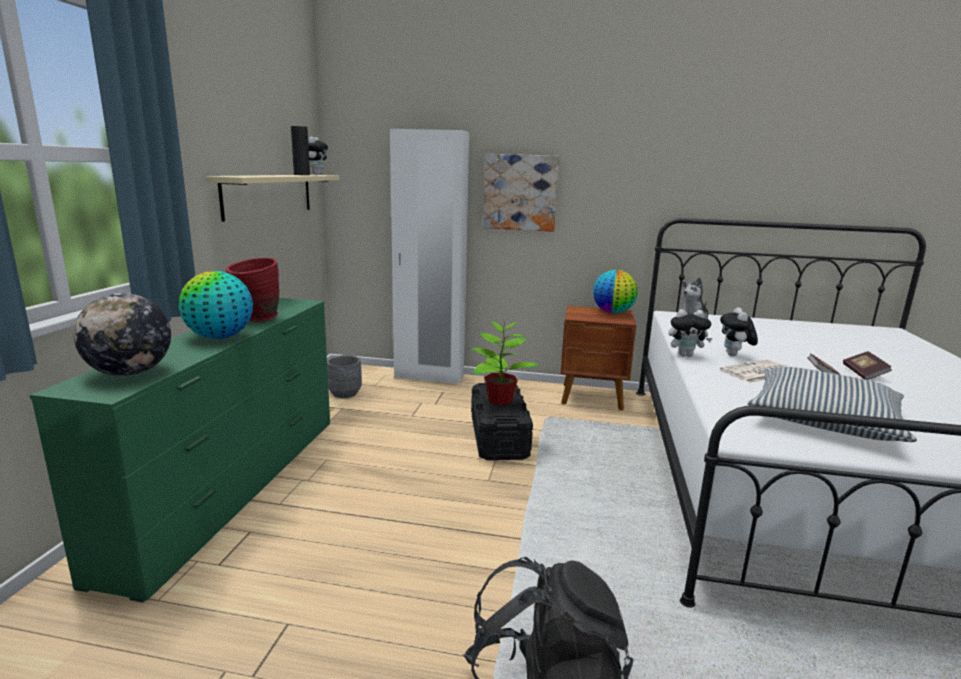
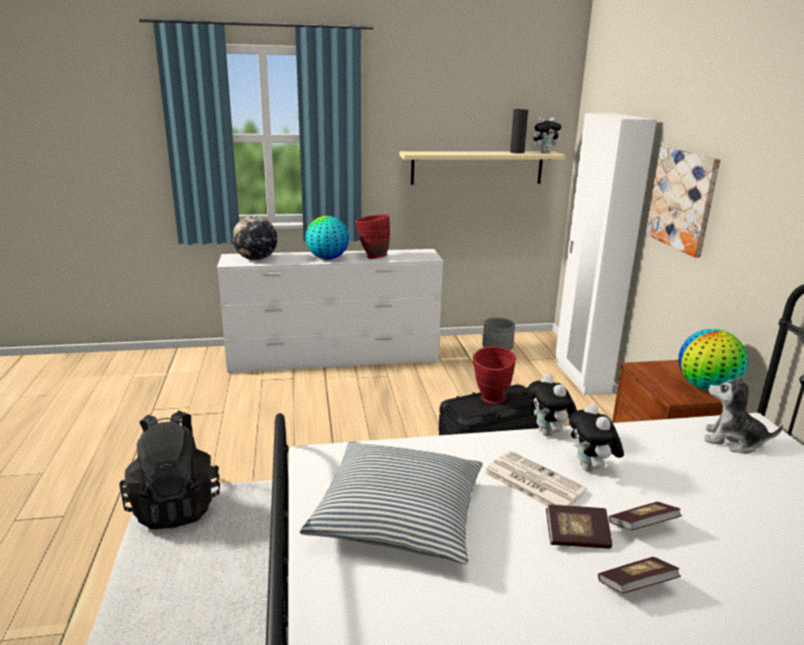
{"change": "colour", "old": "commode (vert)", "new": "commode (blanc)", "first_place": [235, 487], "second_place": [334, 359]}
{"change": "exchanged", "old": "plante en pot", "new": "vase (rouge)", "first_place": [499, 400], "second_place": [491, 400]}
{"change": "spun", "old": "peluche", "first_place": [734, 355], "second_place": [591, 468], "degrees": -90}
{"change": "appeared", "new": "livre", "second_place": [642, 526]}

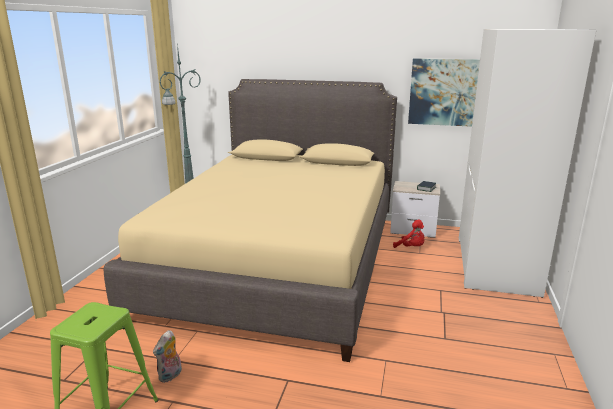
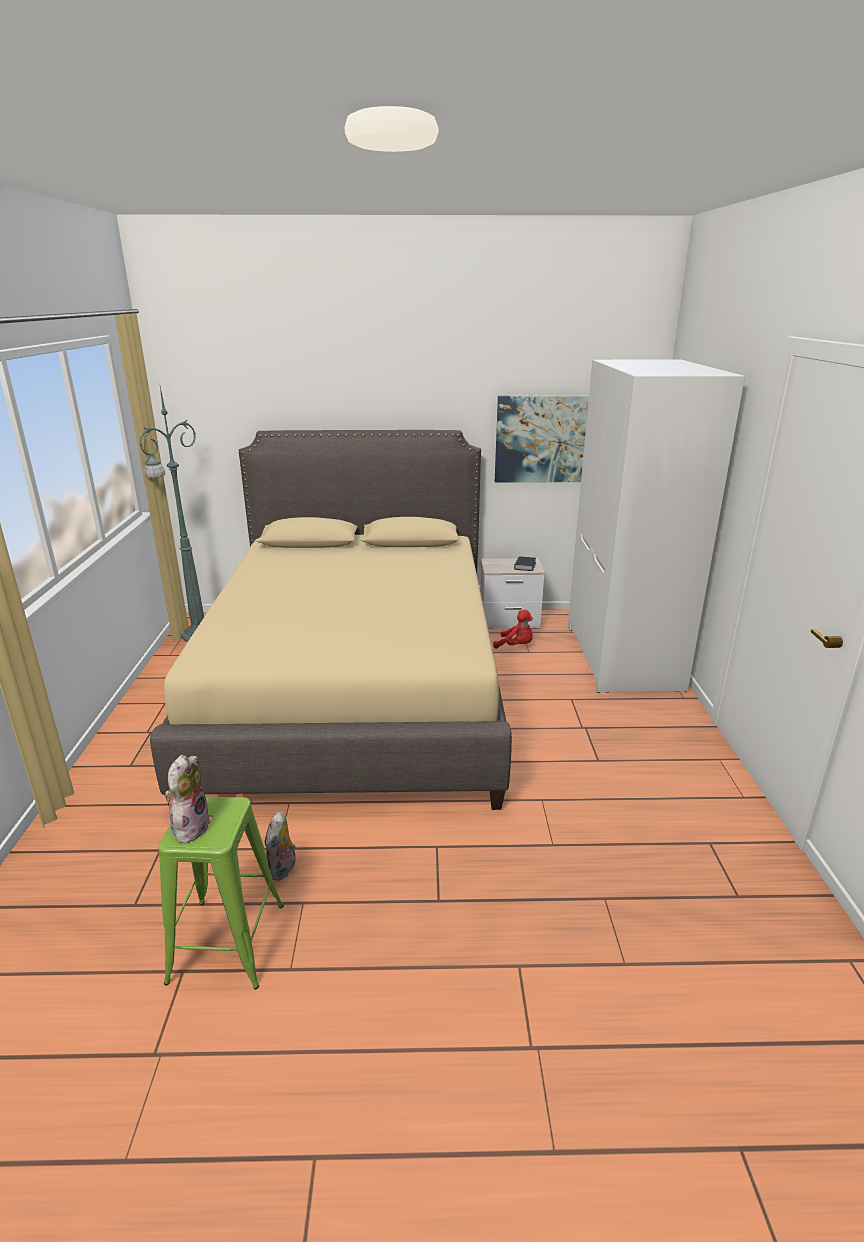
{"change": "appeared", "new": "peluche", "second_place": [190, 826]}

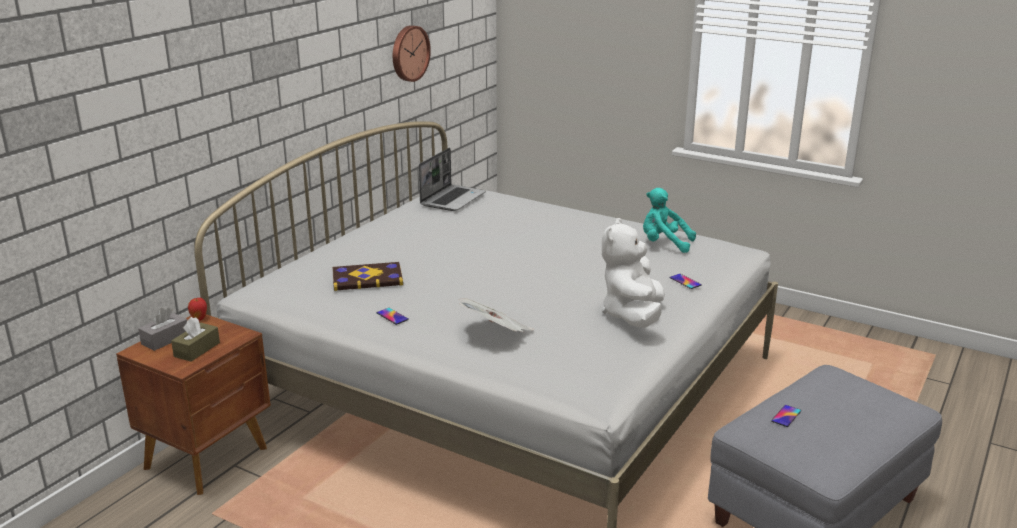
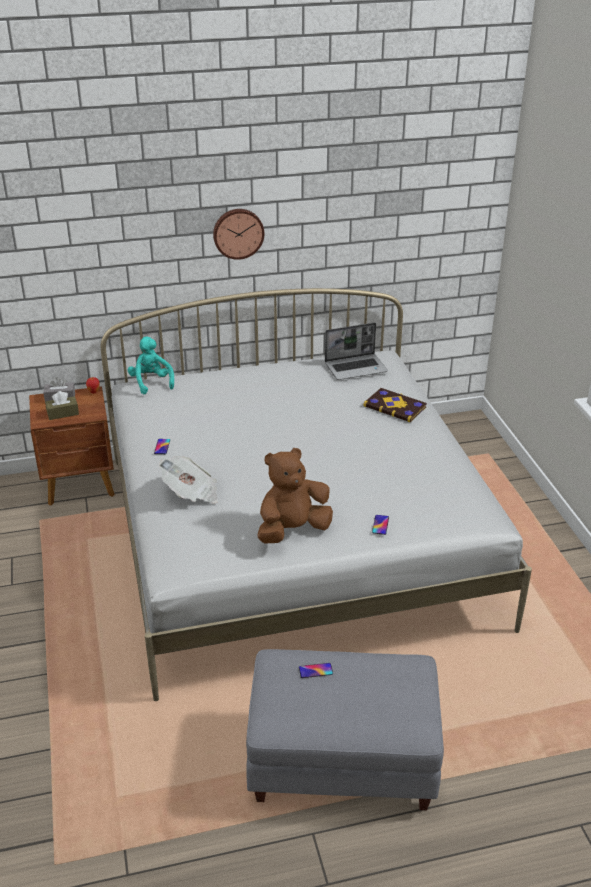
{"change": "relocated", "old": "peluche (turquoise)", "first_place": [664, 244], "second_place": [151, 382]}
{"change": "relocated", "old": "horloge murale", "first_place": [409, 53], "second_place": [238, 233]}
{"change": "colour", "old": "peluche (blanc)", "new": "peluche (marron)", "first_place": [633, 316], "second_place": [292, 530]}
{"change": "relocated", "old": "livre", "first_place": [367, 278], "second_place": [395, 406]}

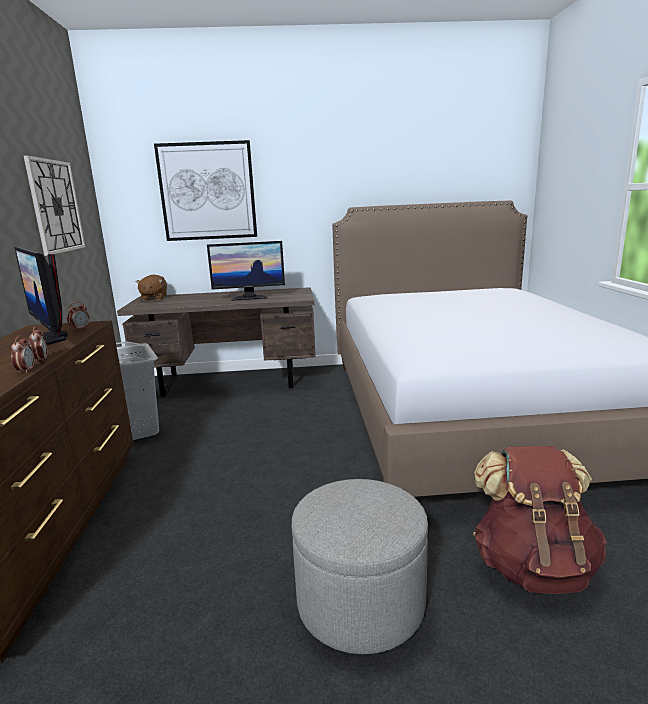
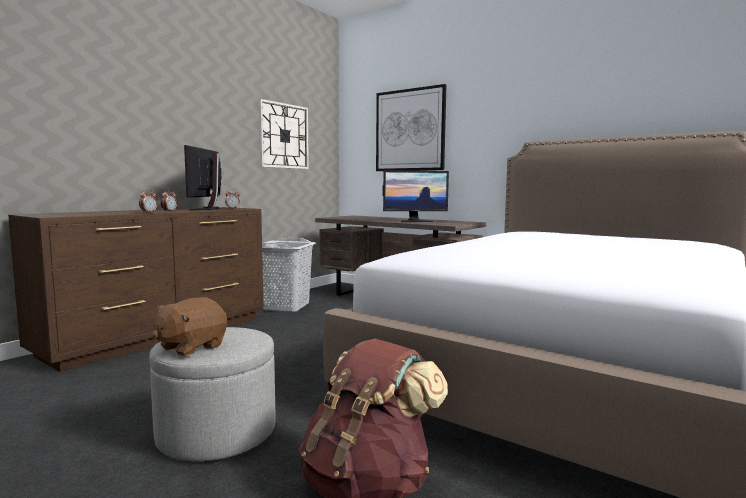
{"change": "relocated", "old": "peluche (marron)", "first_place": [154, 298], "second_place": [191, 347]}
{"change": "spun", "old": "écran d'ordinateur", "first_place": [249, 297], "second_place": [414, 221], "degrees": -45}

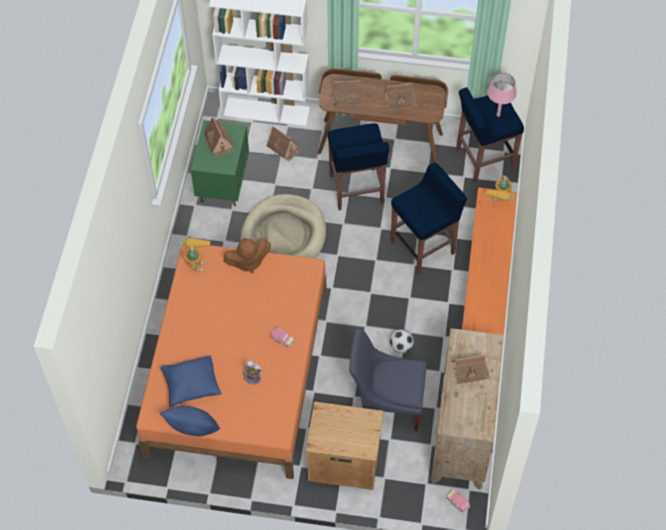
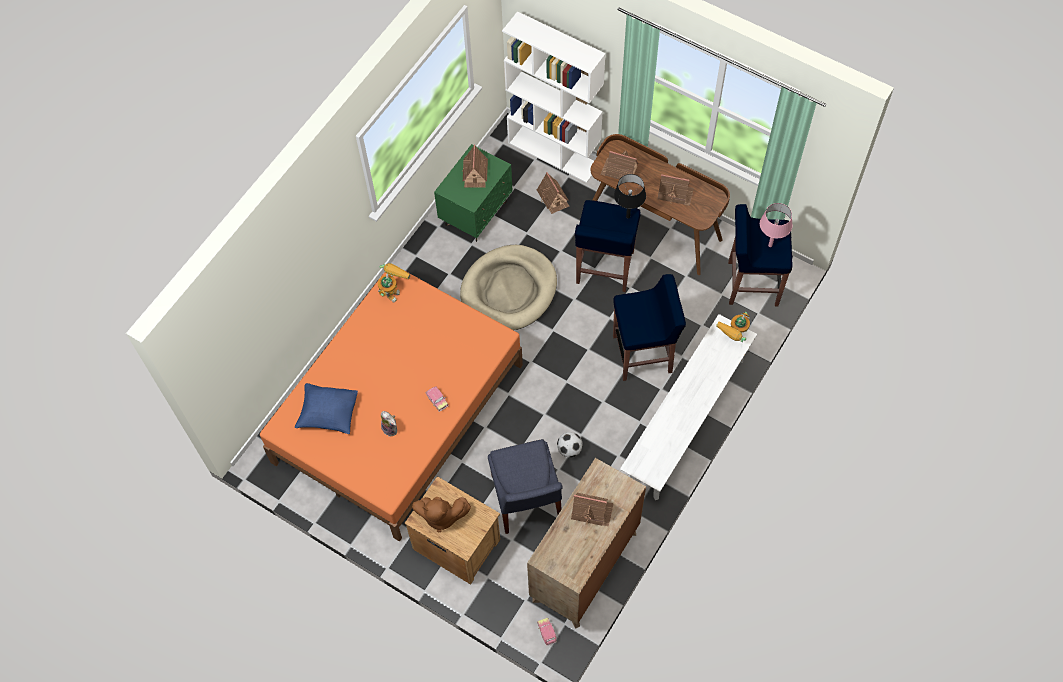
{"change": "relocated", "old": "peluche (marron)", "first_place": [248, 262], "second_place": [440, 516]}
{"change": "spun", "old": "chaise (bleu)", "first_place": [386, 402], "second_place": [526, 501], "degrees": -135}
{"change": "appeared", "new": "lampe de table (noir)", "second_place": [628, 216]}
{"change": "colour", "old": "banc (orange)", "new": "banc (blanc)", "first_place": [485, 287], "second_place": [686, 420]}
{"change": "missing", "old": "coussin (bleu)", "first_place": [193, 429]}

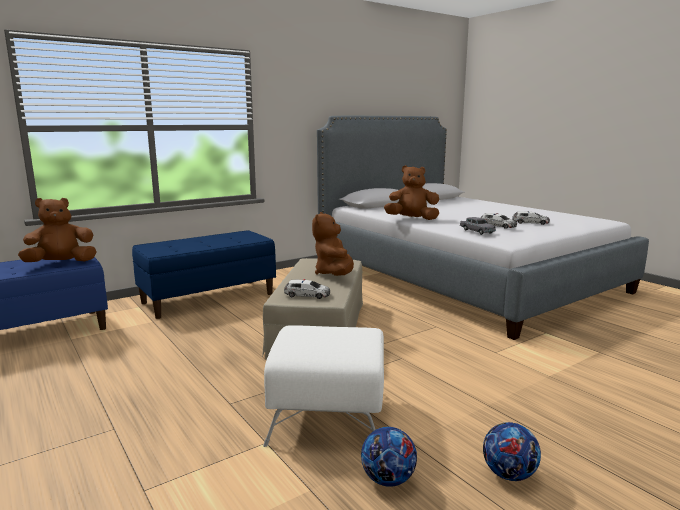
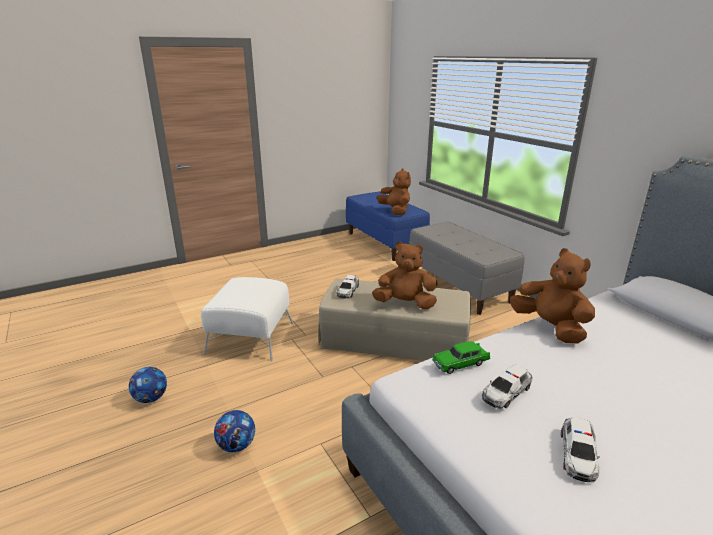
{"change": "relocated", "old": "ballon de foot", "first_place": [388, 479], "second_place": [236, 445]}
{"change": "colour", "old": "banc (bleu)", "new": "banc (gris)", "first_place": [208, 298], "second_place": [460, 287]}
{"change": "colour", "old": "petite voiture (gris)", "new": "petite voiture (vert)", "first_place": [477, 231], "second_place": [460, 364]}
{"change": "spun", "old": "peluche (marron)", "first_place": [412, 219], "second_place": [550, 328], "degrees": -45}

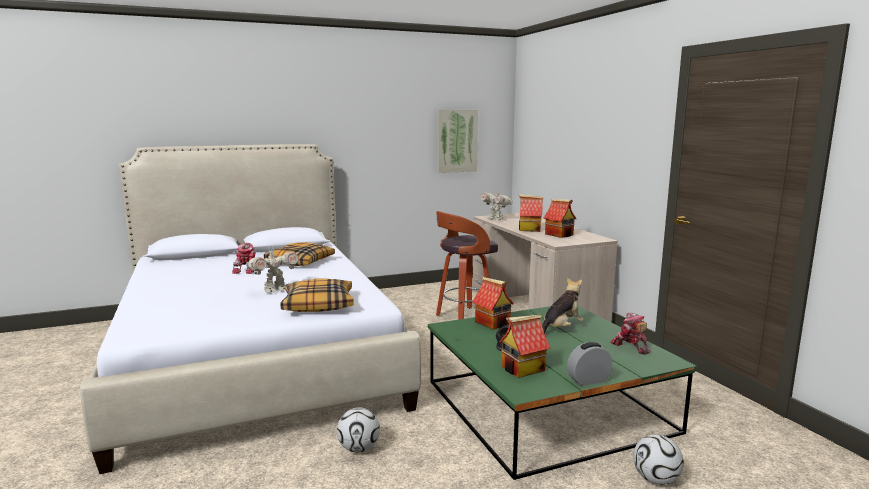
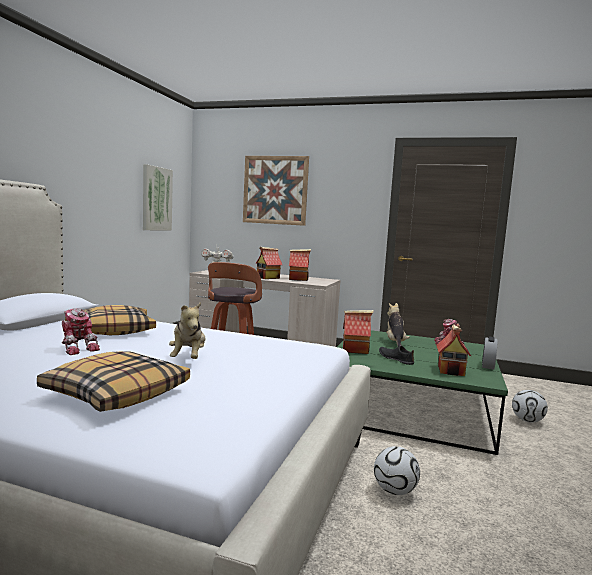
{"change": "relocated", "old": "coussin", "first_place": [318, 305], "second_place": [116, 393]}
{"change": "exchanged", "old": "robot jouet", "new": "peluche", "first_place": [275, 290], "second_place": [188, 358]}
{"change": "appeared", "new": "tableau", "second_place": [275, 190]}

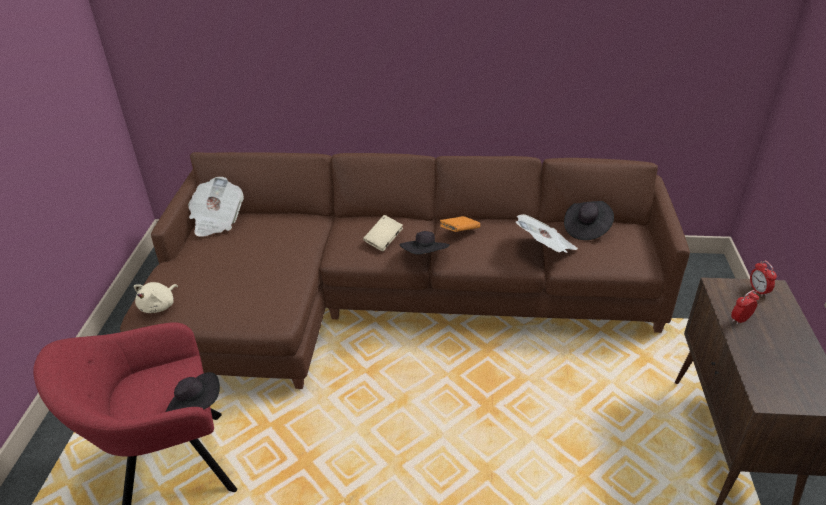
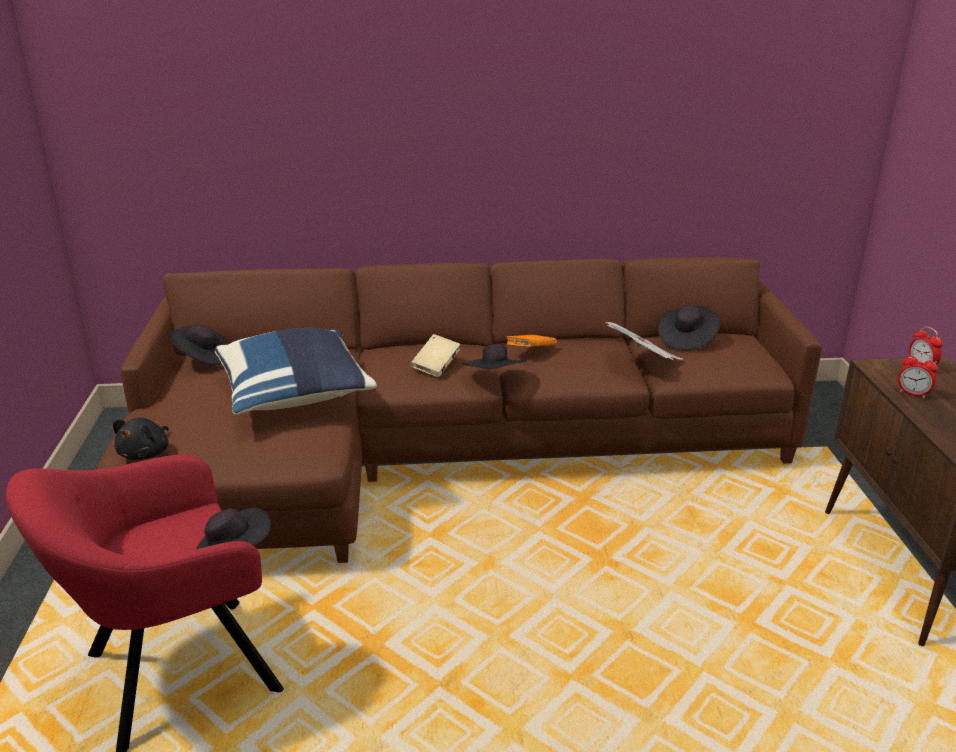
{"change": "colour", "old": "peluche (beige)", "new": "peluche (noir)", "first_place": [159, 306], "second_place": [146, 453]}
{"change": "exchanged", "old": "journal", "new": "chapeau (noir)", "first_place": [217, 220], "second_place": [203, 359]}
{"change": "appeared", "new": "coussin (bleu)", "second_place": [295, 395]}
{"change": "spun", "old": "réveil", "first_place": [740, 319], "second_place": [913, 394], "degrees": -105}

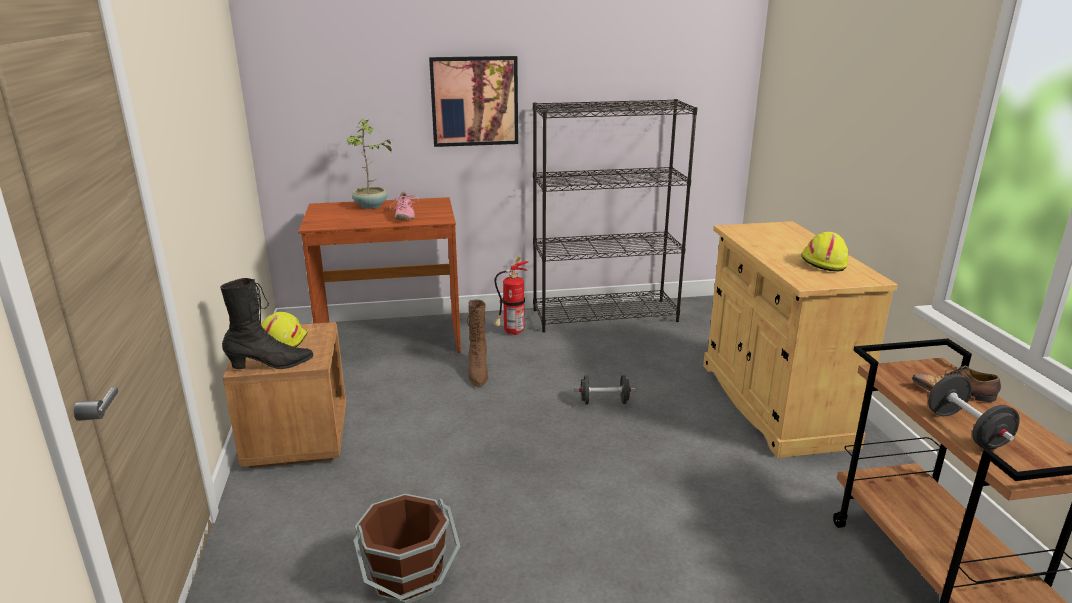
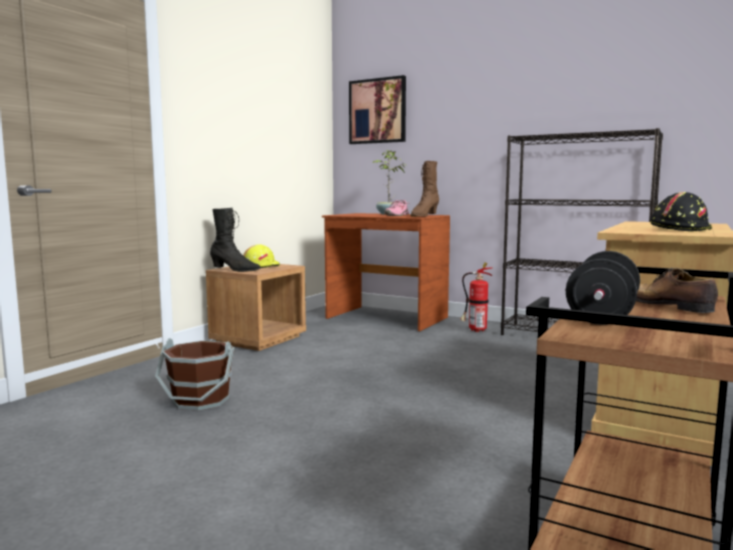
{"change": "relocated", "old": "tableau", "first_place": [474, 101], "second_place": [377, 111]}
{"change": "relocated", "old": "botte (marron)", "first_place": [478, 372], "second_place": [423, 216]}
{"change": "colour", "old": "casque de chantier (jaune)", "new": "casque de chantier (noir)", "first_place": [822, 263], "second_place": [679, 229]}
{"change": "missing", "old": "haltère (noir)", "first_place": [604, 402]}

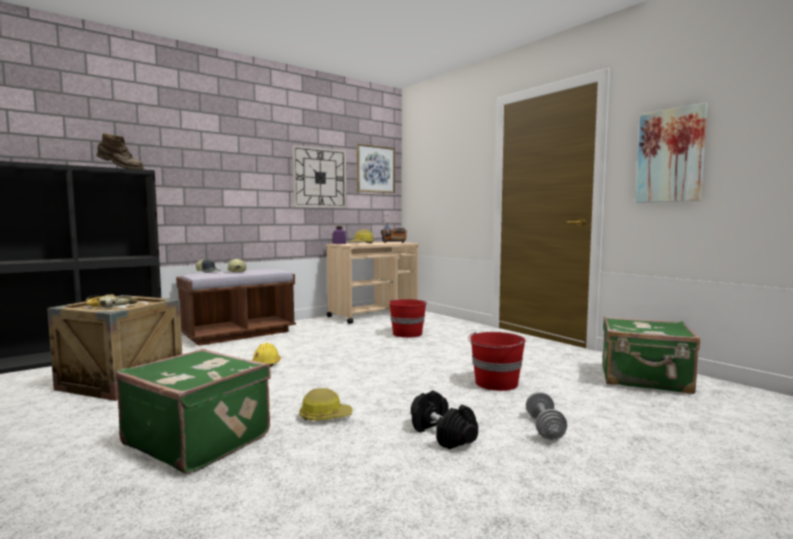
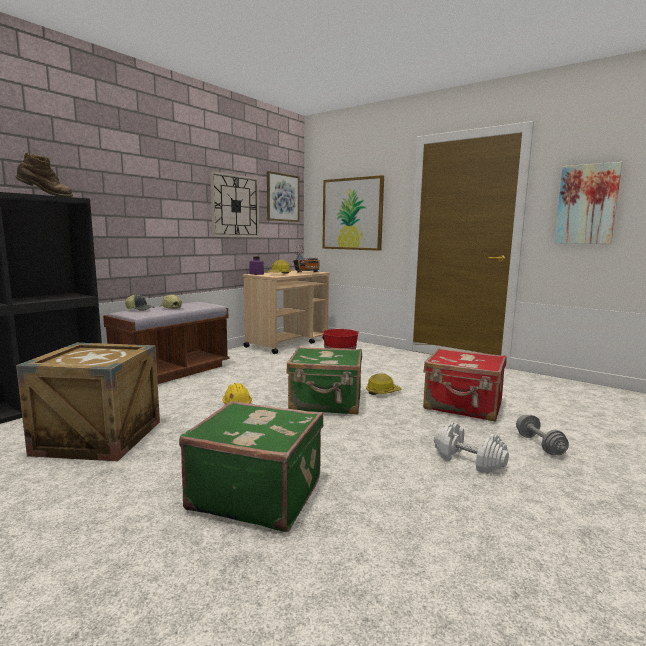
{"change": "relocated", "old": "valise (vert)", "first_place": [645, 380], "second_place": [326, 403]}
{"change": "appeared", "new": "tableau", "second_place": [352, 214]}
{"change": "relocated", "old": "casque de chantier", "first_place": [325, 416], "second_place": [382, 392]}
{"change": "exchanged", "old": "seau (rouge)", "new": "valise (rouge)", "first_place": [496, 383], "second_place": [463, 406]}
{"change": "colour", "old": "haltère (noir)", "new": "haltère (blanc)", "first_place": [442, 434], "second_place": [468, 460]}
{"change": "missing", "old": "perceuse", "first_place": [112, 305]}

